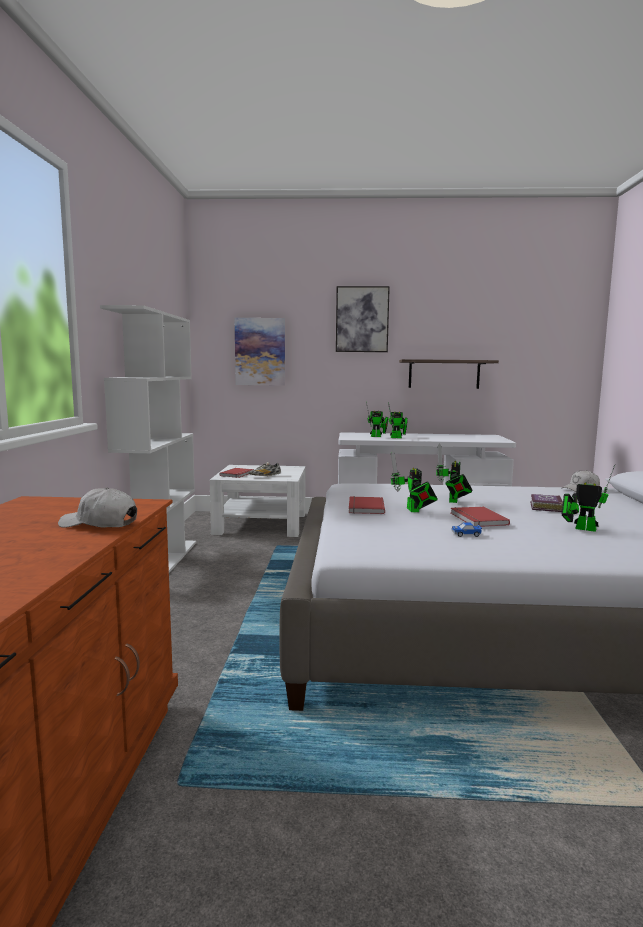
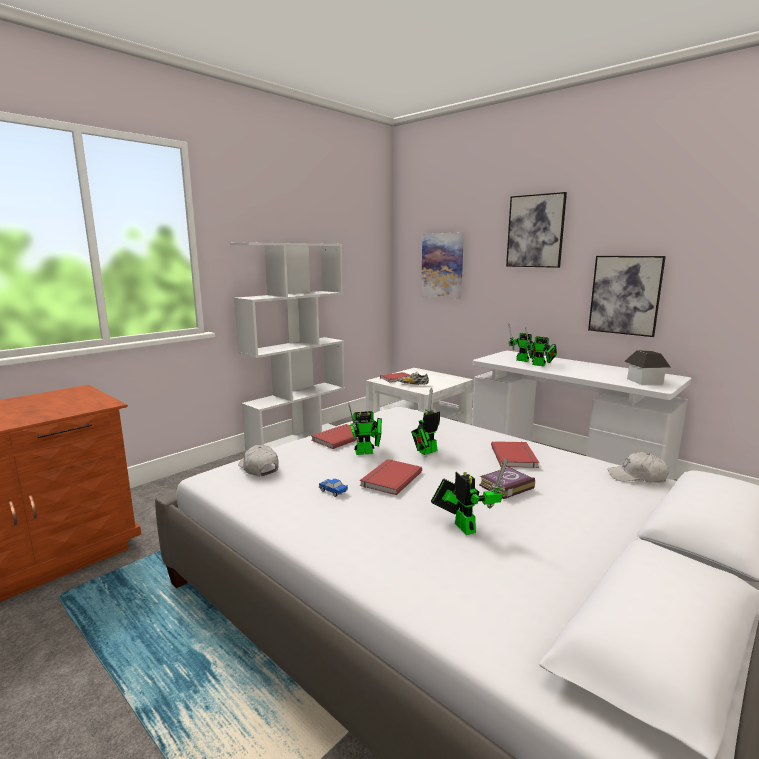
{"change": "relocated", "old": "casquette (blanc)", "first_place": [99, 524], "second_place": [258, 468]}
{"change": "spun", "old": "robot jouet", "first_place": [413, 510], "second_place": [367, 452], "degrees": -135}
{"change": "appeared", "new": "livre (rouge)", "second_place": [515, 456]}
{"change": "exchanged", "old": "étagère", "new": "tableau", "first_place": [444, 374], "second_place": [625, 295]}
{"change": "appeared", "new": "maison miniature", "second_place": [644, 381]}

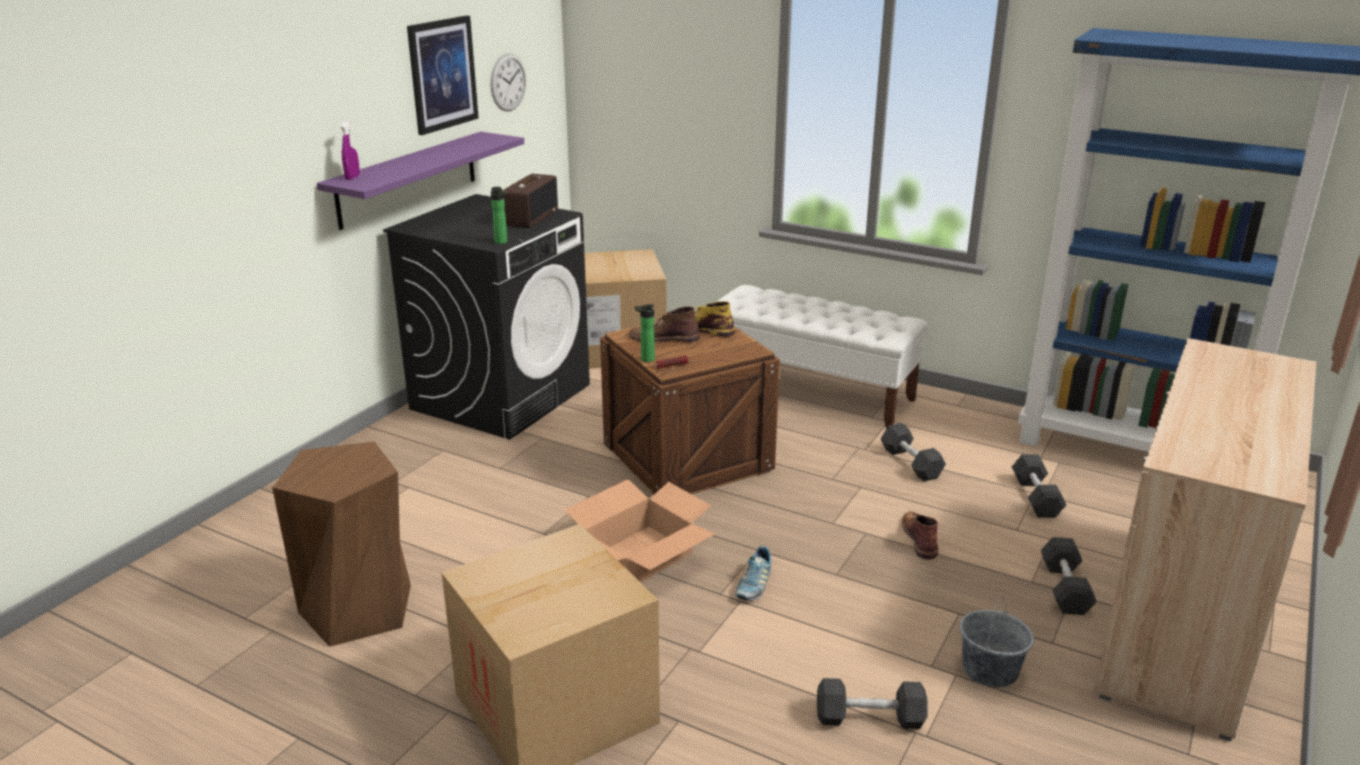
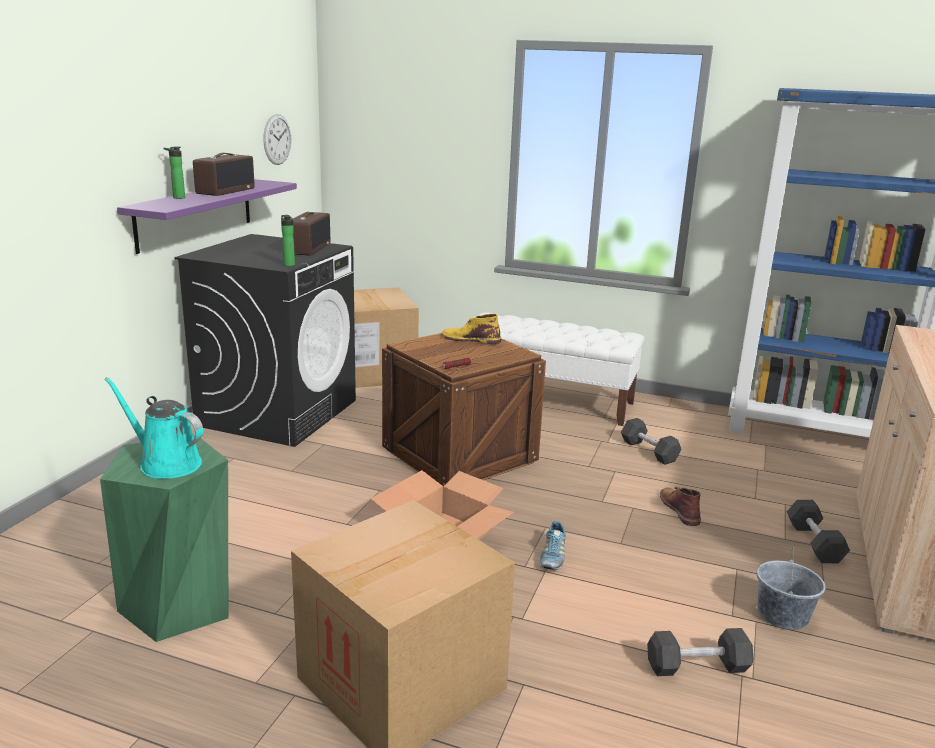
{"change": "colour", "old": "tabouret (marron)", "new": "tabouret (vert)", "first_place": [358, 608], "second_place": [179, 603]}
{"change": "appeared", "new": "arrosoir (turquoise)", "second_place": [166, 463]}
{"change": "relocated", "old": "bouteille", "first_place": [645, 360], "second_place": [177, 198]}
{"change": "appeared", "new": "radio", "second_place": [225, 191]}
{"change": "missing", "old": "vaporisateur (violet)", "first_place": [352, 177]}
{"change": "missing", "old": "tableau", "first_place": [442, 74]}
{"change": "missing", "old": "botte (marron)", "first_place": [663, 338]}
{"change": "missing", "old": "haltère (noir)", "first_place": [1036, 497]}

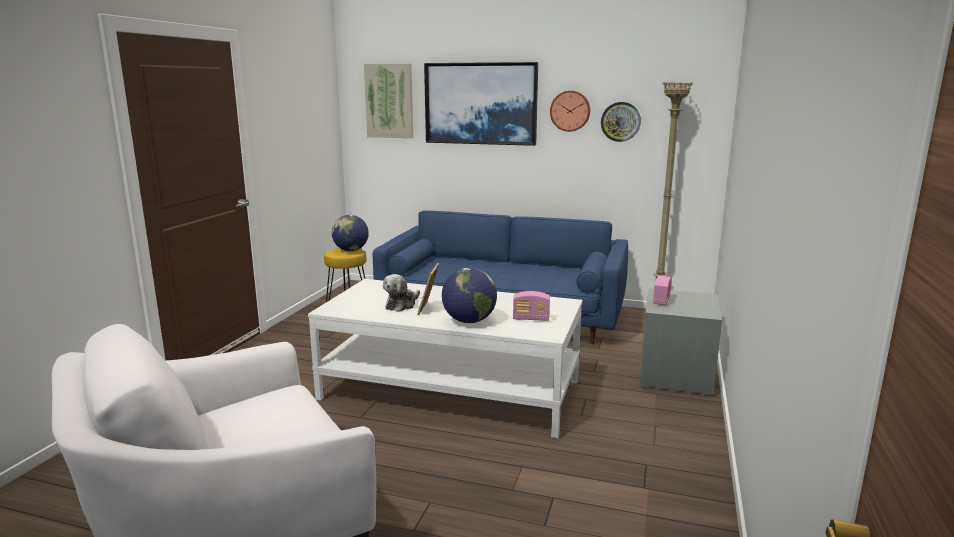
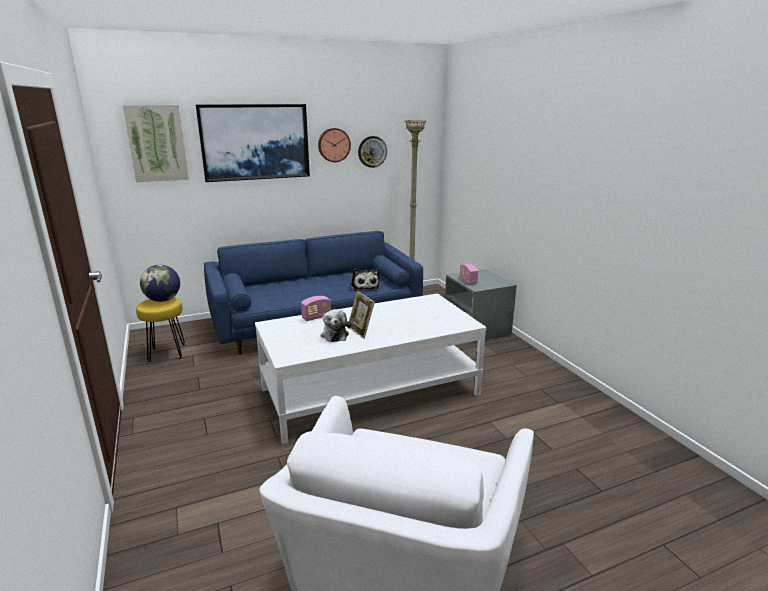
{"change": "relocated", "old": "radio", "first_place": [531, 319], "second_place": [316, 317]}
{"change": "appeared", "new": "peluche", "second_place": [364, 286]}
{"change": "missing", "old": "globe", "first_place": [469, 321]}

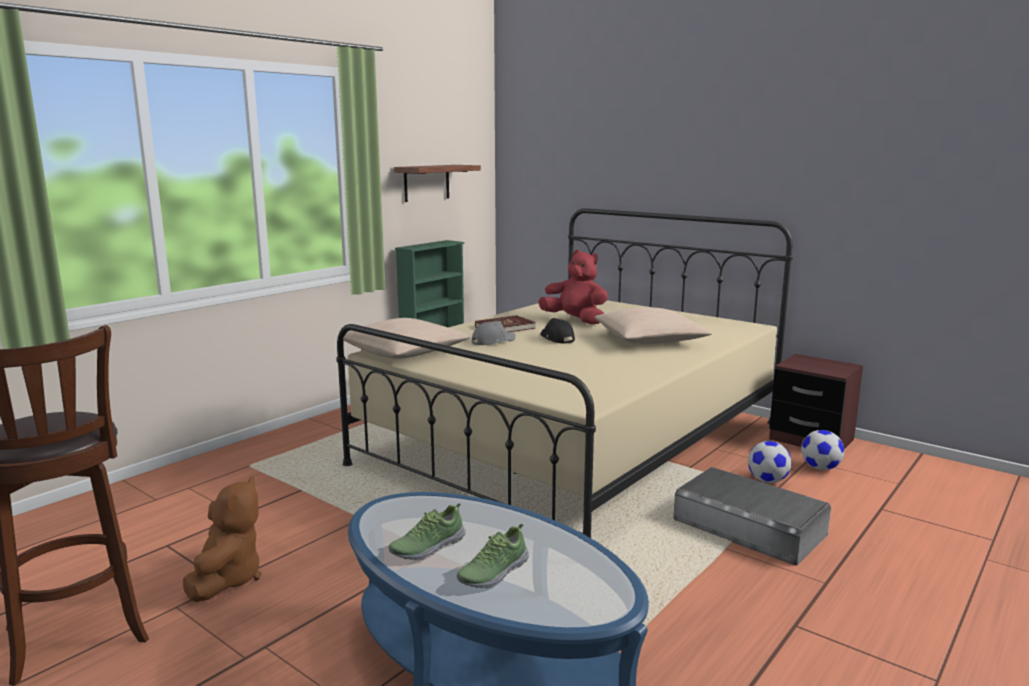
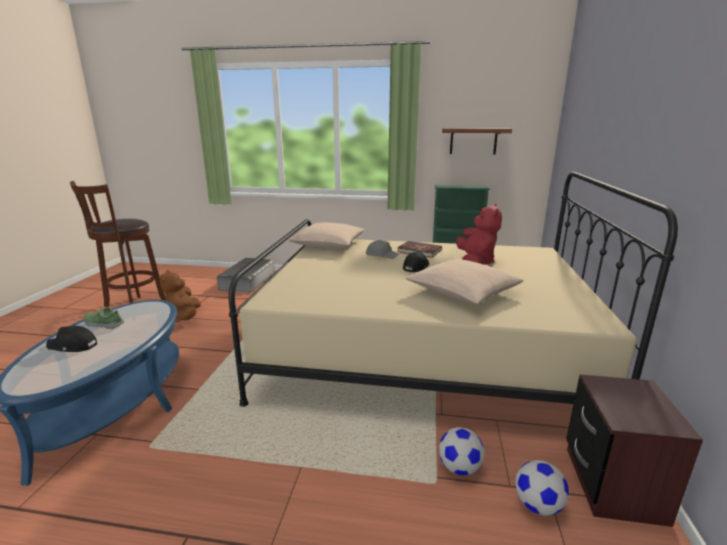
{"change": "exchanged", "old": "chaussure", "new": "casquette (noir)", "first_place": [492, 572], "second_place": [72, 346]}
{"change": "spun", "old": "peluche (marron)", "first_place": [227, 579], "second_place": [185, 316], "degrees": 105}
{"change": "relocated", "old": "boîte de rangement (gris)", "first_place": [748, 527], "second_place": [247, 281]}

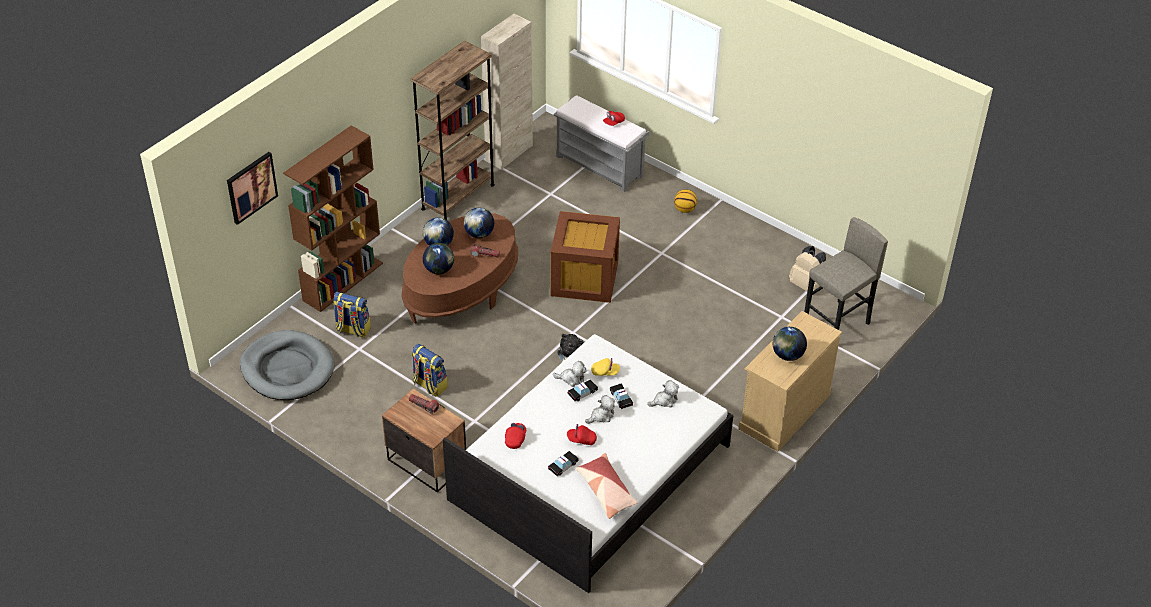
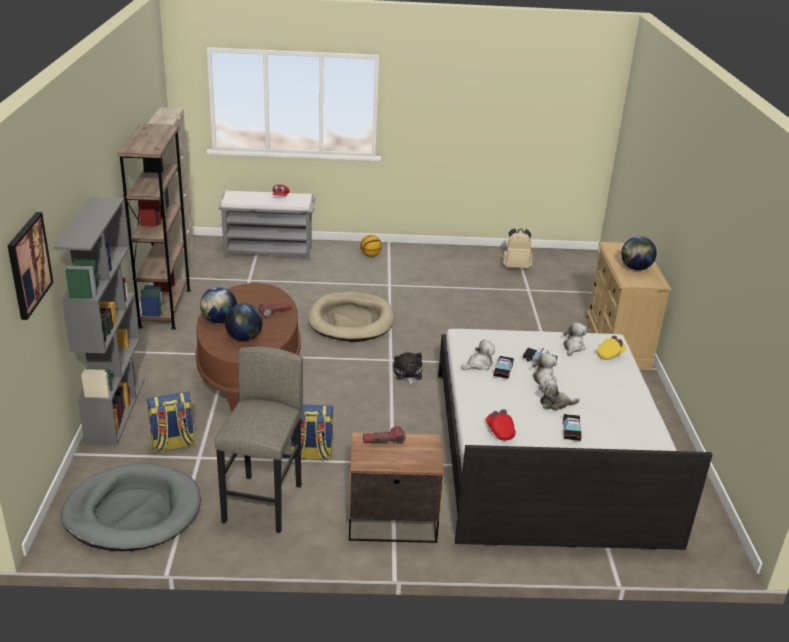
{"change": "colour", "old": "bibliothèque (marron)", "new": "bibliothèque (gris)", "first_place": [343, 281], "second_place": [115, 409]}
{"change": "relocated", "old": "tabouret (gris)", "first_place": [837, 324], "second_place": [263, 503]}
{"change": "exchanged", "old": "boîte de rangement (marron)", "new": "panier pour chien (beige)", "first_place": [585, 278], "second_place": [351, 321]}
{"change": "exchanged", "old": "casquette (rouge)", "new": "peluche", "first_place": [581, 439], "second_place": [555, 403]}
{"change": "relocated", "old": "casquette (jaune)", "first_place": [605, 372], "second_place": [610, 354]}
{"change": "missing", "old": "globe", "first_place": [479, 234]}
{"change": "missing", "old": "coussin", "first_place": [606, 491]}

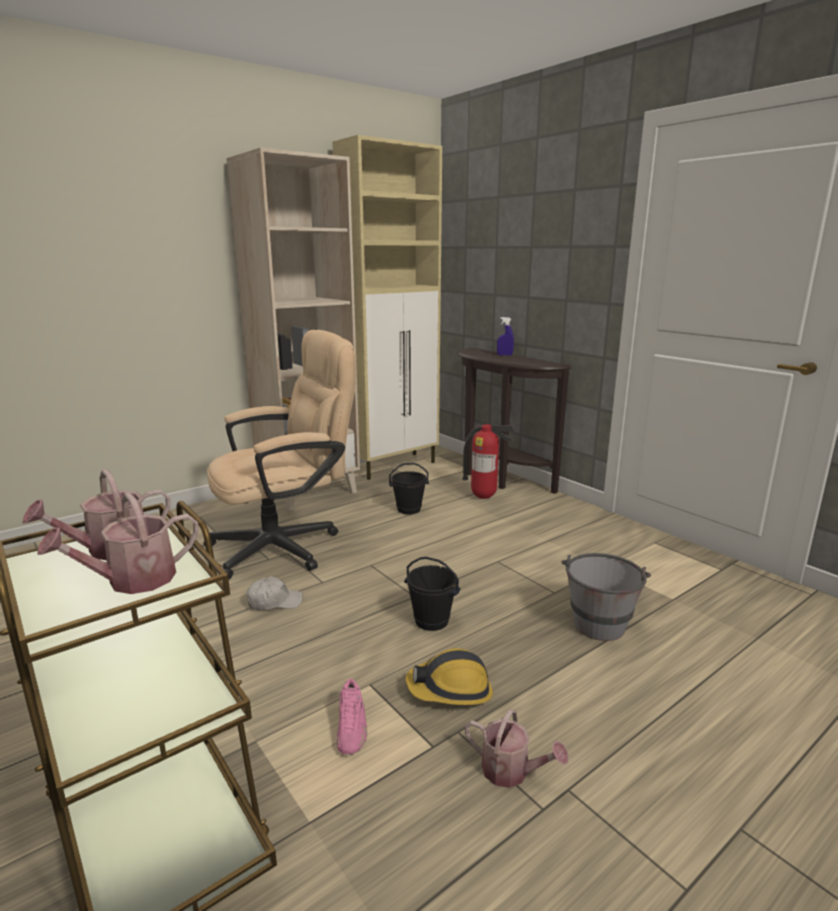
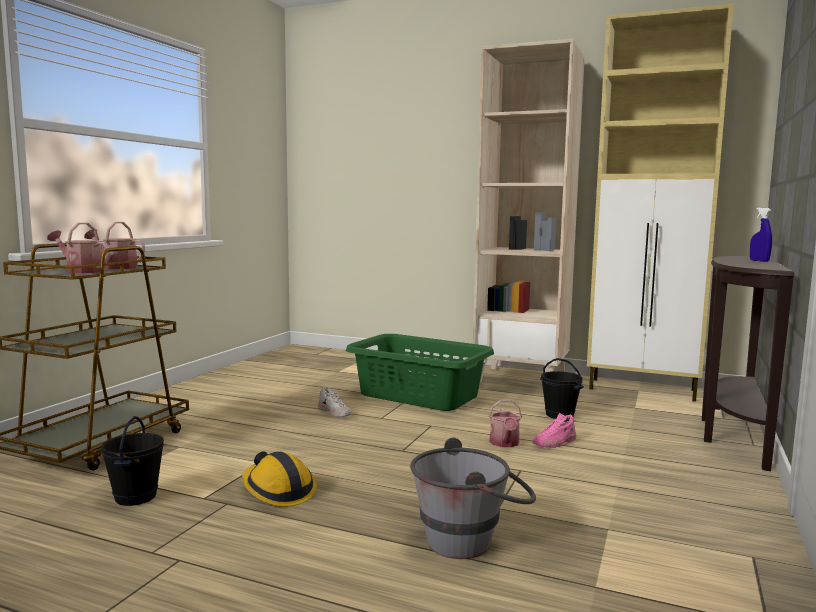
{"change": "relocated", "old": "seau (noir)", "first_place": [431, 621], "second_place": [135, 497]}
{"change": "exchanged", "old": "casquette (blanc)", "new": "chaussure (blanc)", "first_place": [274, 602], "second_place": [335, 412]}
{"change": "exchanged", "old": "chaise de bureau (beige)", "new": "panier à linge (vert)", "first_place": [287, 545], "second_place": [419, 395]}
{"change": "relocated", "old": "arrosoir", "first_place": [511, 771], "second_place": [505, 443]}
{"change": "relocated", "old": "chaussure (rose)", "first_place": [352, 728], "second_place": [555, 443]}
{"change": "missing", "old": "extincteur", "first_place": [484, 497]}

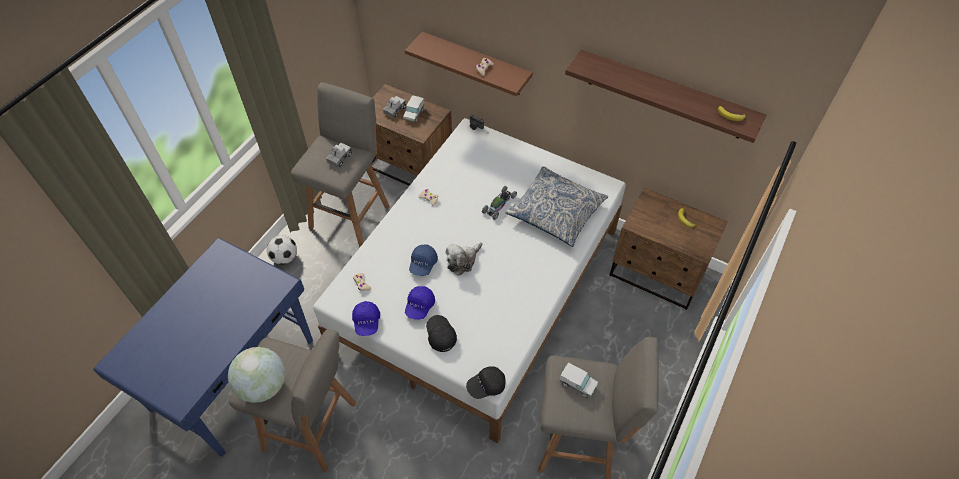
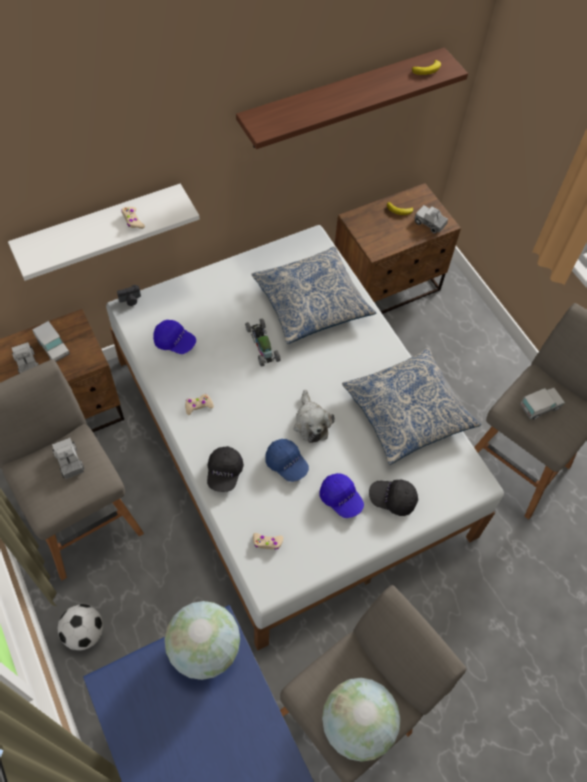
{"change": "colour", "old": "étagère (marron)", "new": "étagère (blanc)", "first_place": [476, 64], "second_place": [100, 228]}
{"change": "relocated", "old": "casquette (bleu)", "first_place": [367, 322], "second_place": [175, 342]}
{"change": "appeared", "new": "globe", "second_place": [204, 649]}
{"change": "relocated", "old": "casquette (noir)", "first_place": [486, 386], "second_place": [224, 473]}
{"change": "appeared", "new": "coussin", "second_place": [407, 412]}
{"change": "appeared", "new": "camion jouet", "second_place": [430, 223]}

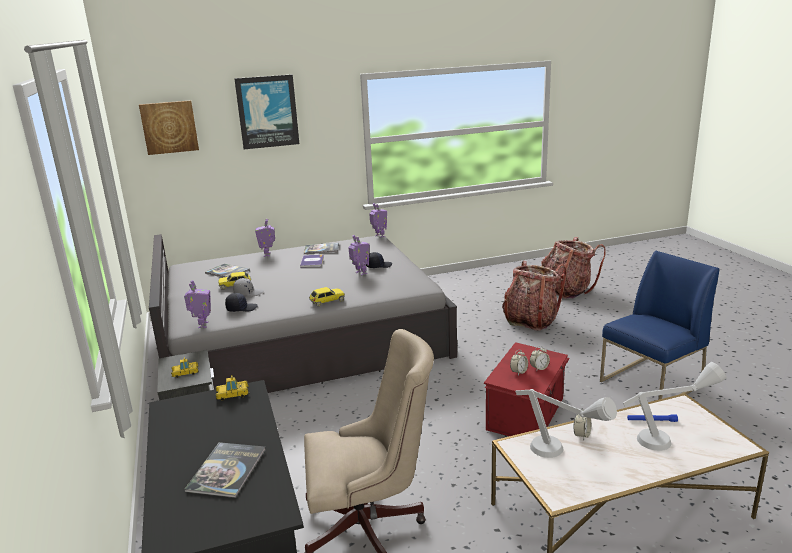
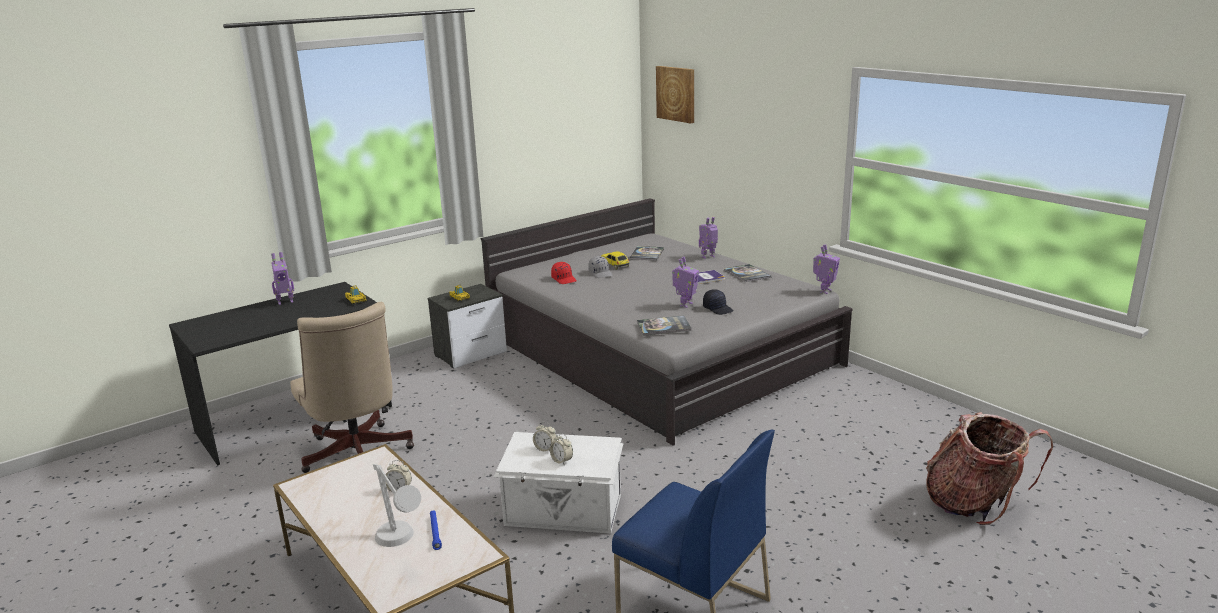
{"change": "relocated", "old": "robot jouet", "first_place": [202, 325], "second_place": [285, 302]}
{"change": "colour", "old": "boîte de rangement (rouge)", "new": "boîte de rangement (blanc)", "first_place": [527, 413], "second_place": [564, 511]}
{"change": "colour", "old": "casquette (noir)", "new": "casquette (rouge)", "first_place": [241, 308], "second_place": [564, 279]}
{"change": "relocated", "old": "livre", "first_place": [227, 470], "second_place": [663, 326]}
{"change": "missing", "old": "tableau", "first_place": [267, 112]}
{"change": "missing", "old": "petite voiture", "first_place": [327, 301]}
{"change": "missing", "old": "sac à dos", "first_place": [530, 320]}
{"change": "missing", "old": "lampe de table (gris)", "first_place": [561, 454]}

